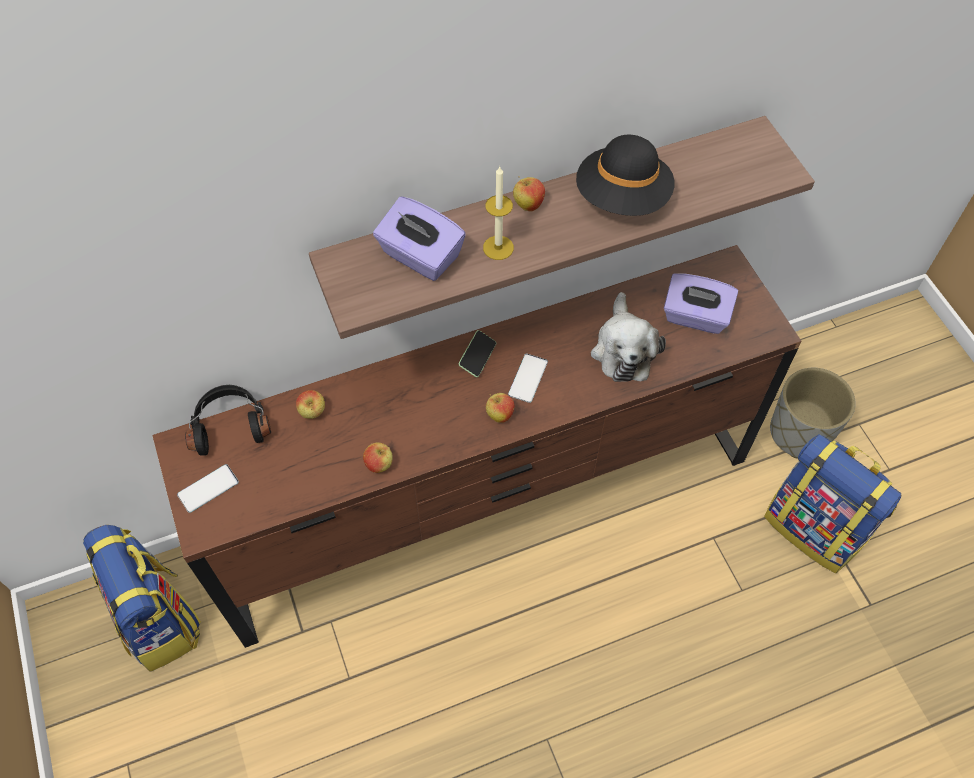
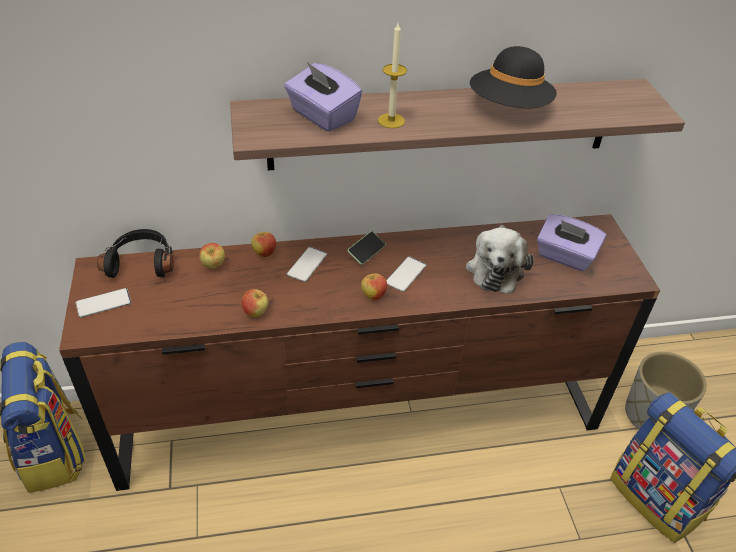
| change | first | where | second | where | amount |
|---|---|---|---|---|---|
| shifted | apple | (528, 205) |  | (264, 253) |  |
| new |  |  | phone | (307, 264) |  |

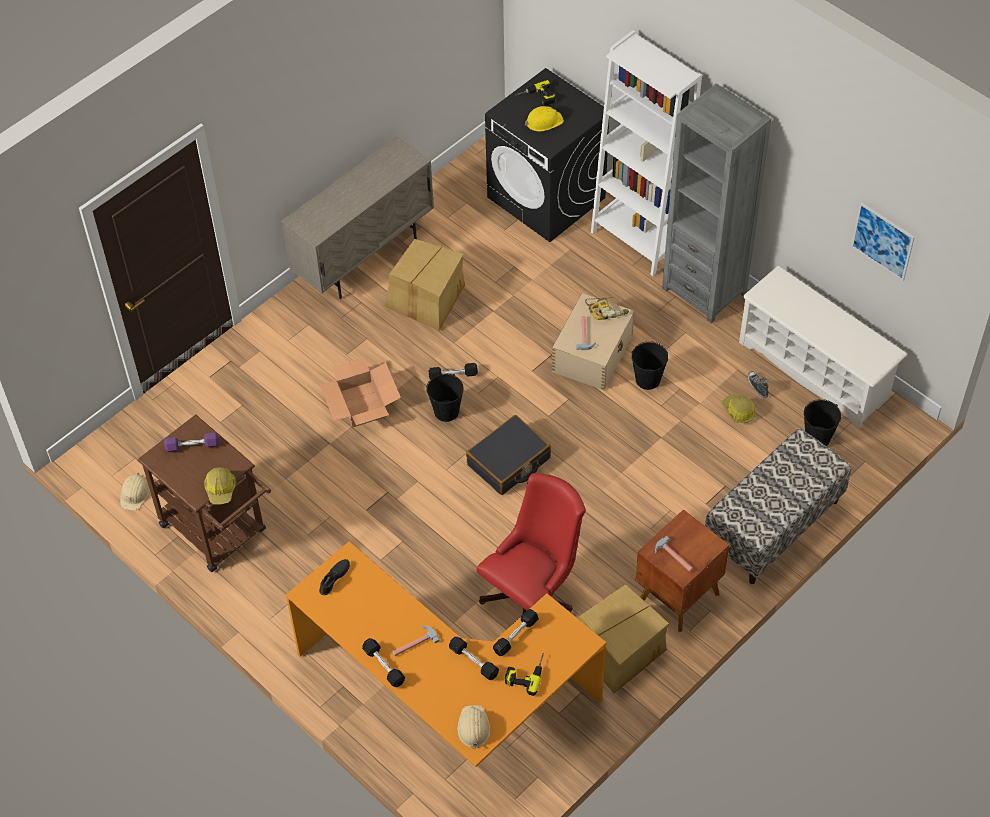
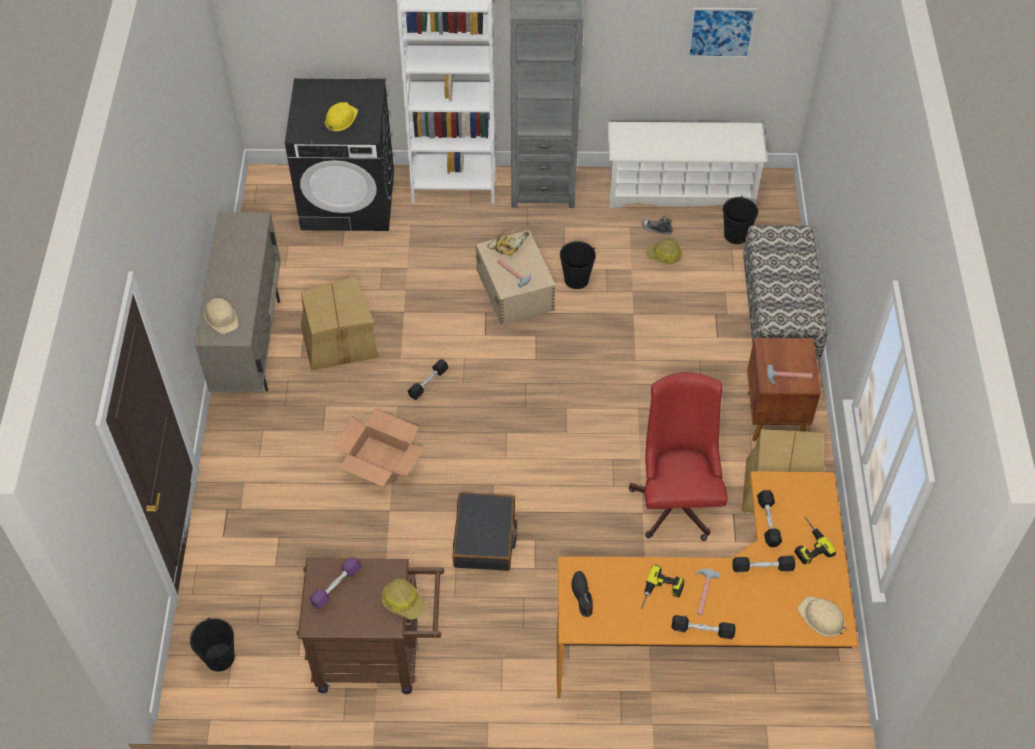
| change | first | where | second | where | amount |
|---|---|---|---|---|---|
| shifted | hard hat (beige) | (135, 493) |  | (221, 317) |  |
| shifted | bucket (black) | (446, 411) |  | (220, 657) |  |
| shifted | suitcase (black) | (509, 462) |  | (485, 538) |  |
| shifted | power drill | (536, 98) |  | (661, 593) |  |

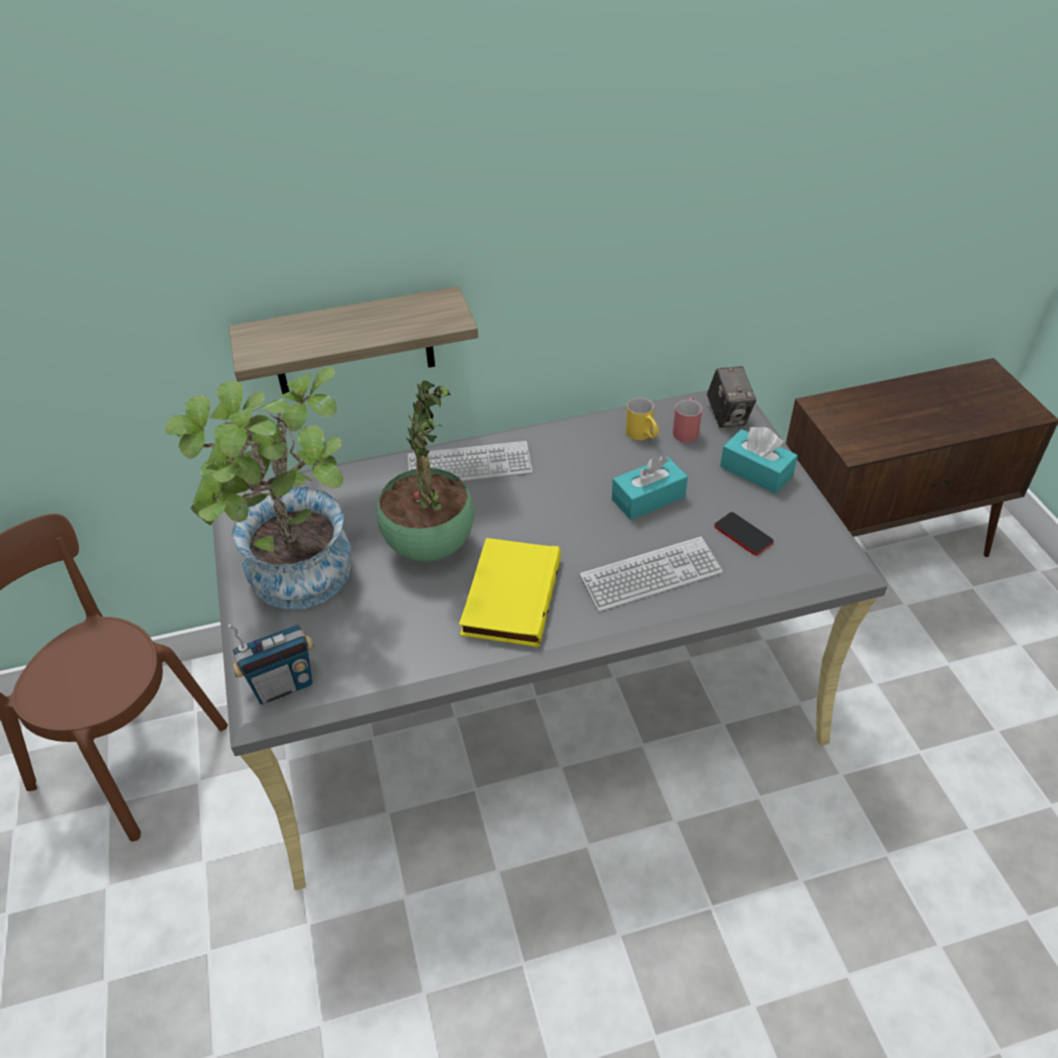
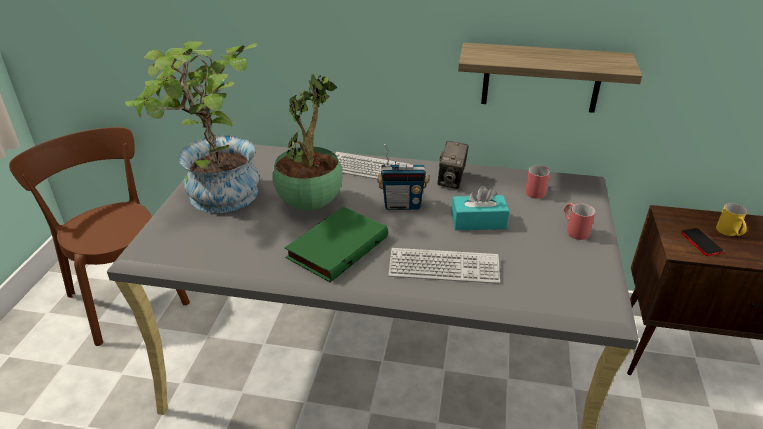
| change | first | where | second | where | amount |
|---|---|---|---|---|---|
| shifted | radio | (283, 685) |  | (402, 205) |  |
| shifted | shelf | (353, 343) |  | (541, 78) |  |
| repainted | book (yellow) | (509, 595) | book (green) | (336, 246) |  |
| shifted | mug (yellow) | (643, 436) |  | (729, 233) |  |
| shifted | photo camera | (728, 416) |  | (451, 180) |  |
| shifted | phone | (743, 534) |  | (701, 242) |  |
| swapped | tissue box (turquoise) | (756, 471) | mug (red) | (574, 229) |  |

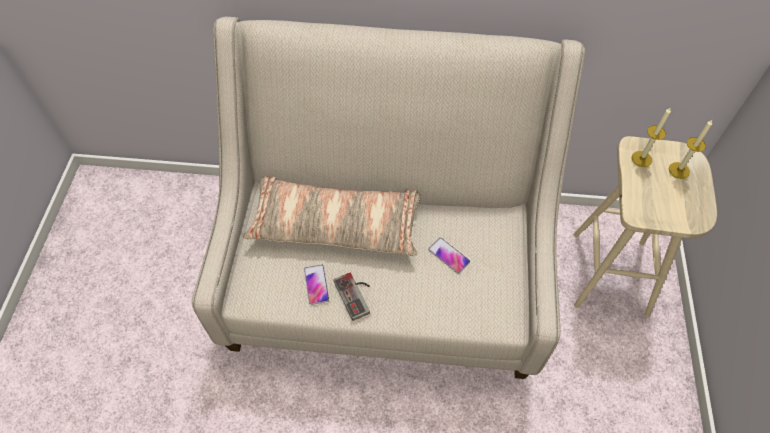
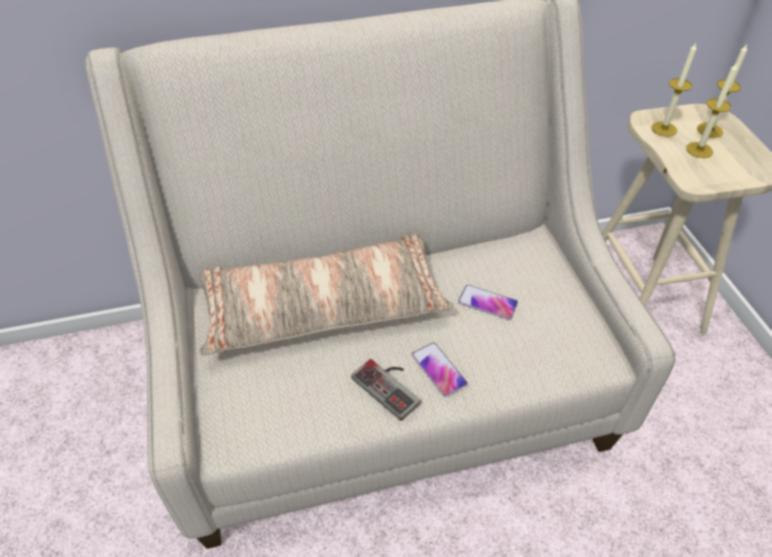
| change | first | where | second | where | amount |
|---|---|---|---|---|---|
| shifted | phone | (316, 284) |  | (439, 370) |  |
| new |  |  | candle | (699, 150) |  |

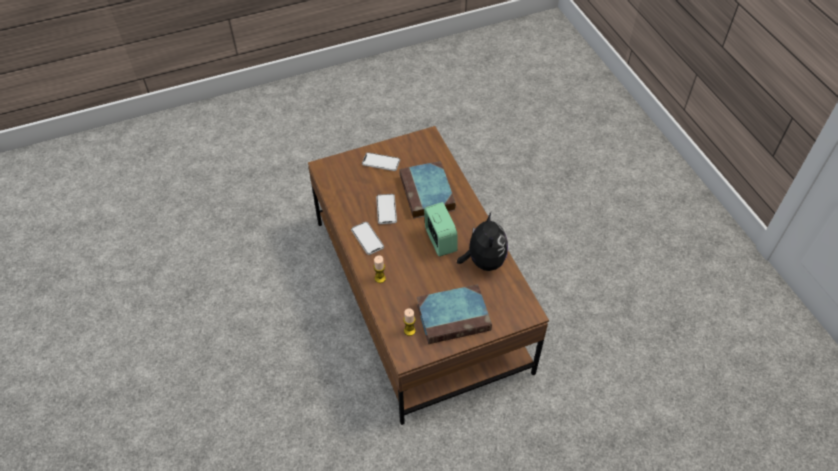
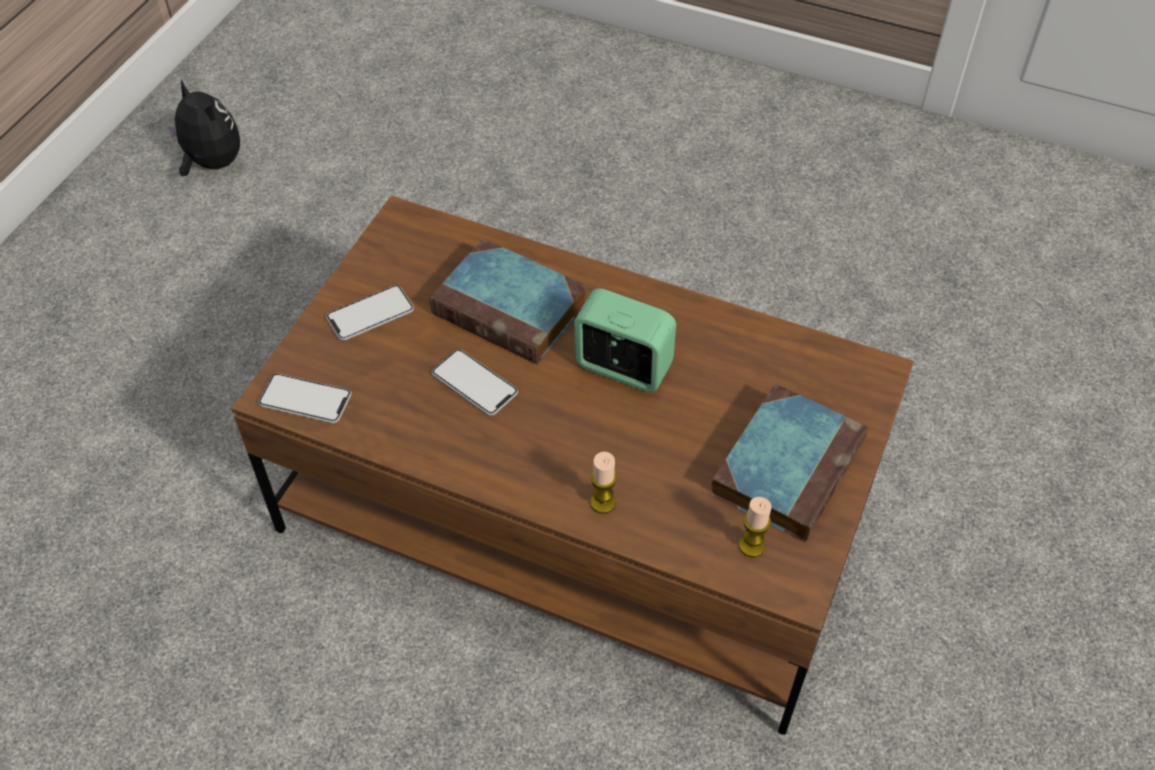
| change | first | where | second | where | amount |
|---|---|---|---|---|---|
| shifted | phone | (367, 238) |  | (305, 399) |  |
| shifted | plush toy | (483, 261) |  | (211, 163) |  |

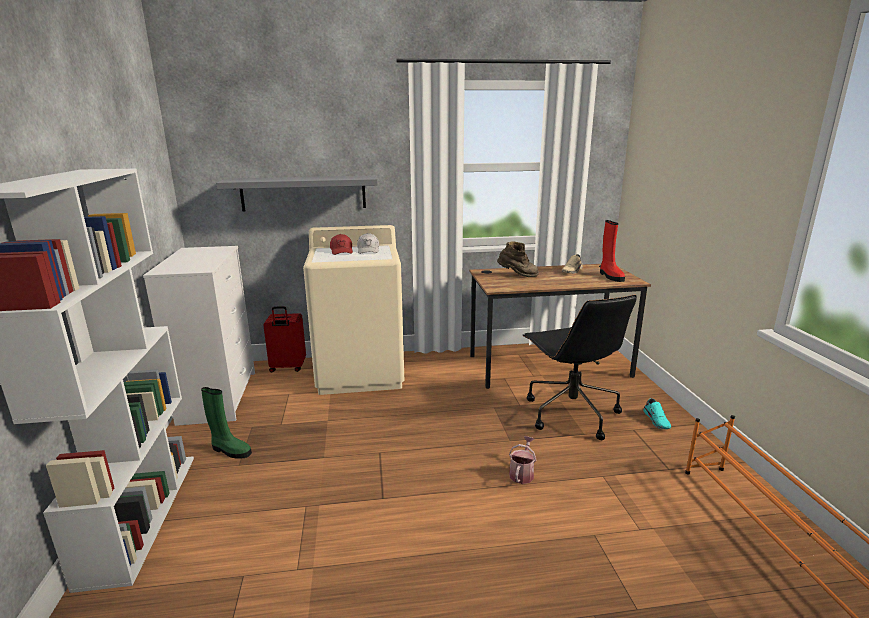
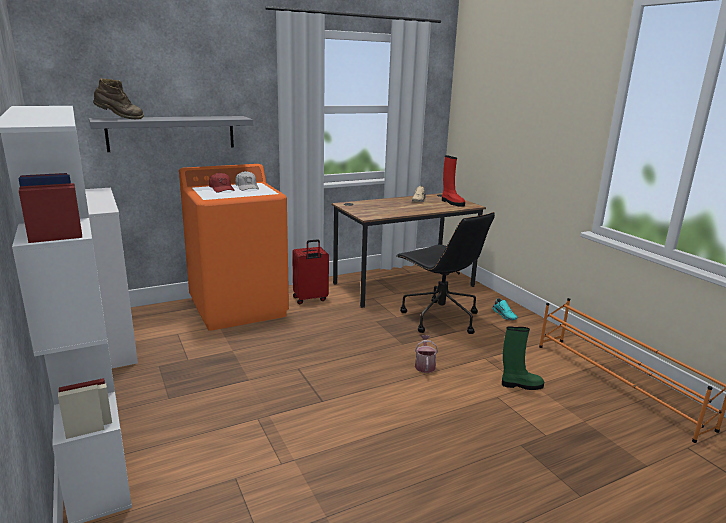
| change | first | where | second | where | amount |
|---|---|---|---|---|---|
| shifted | boot (green) | (230, 451) |  | (520, 385) |  |
| shifted | suitcase (red) | (287, 368) |  | (310, 299) |  |
| repainted | washing machine (beige) | (361, 372) | washing machine (orange) | (239, 307) |  |
| shifted | boot (brown) | (517, 275) |  | (119, 118) |  |

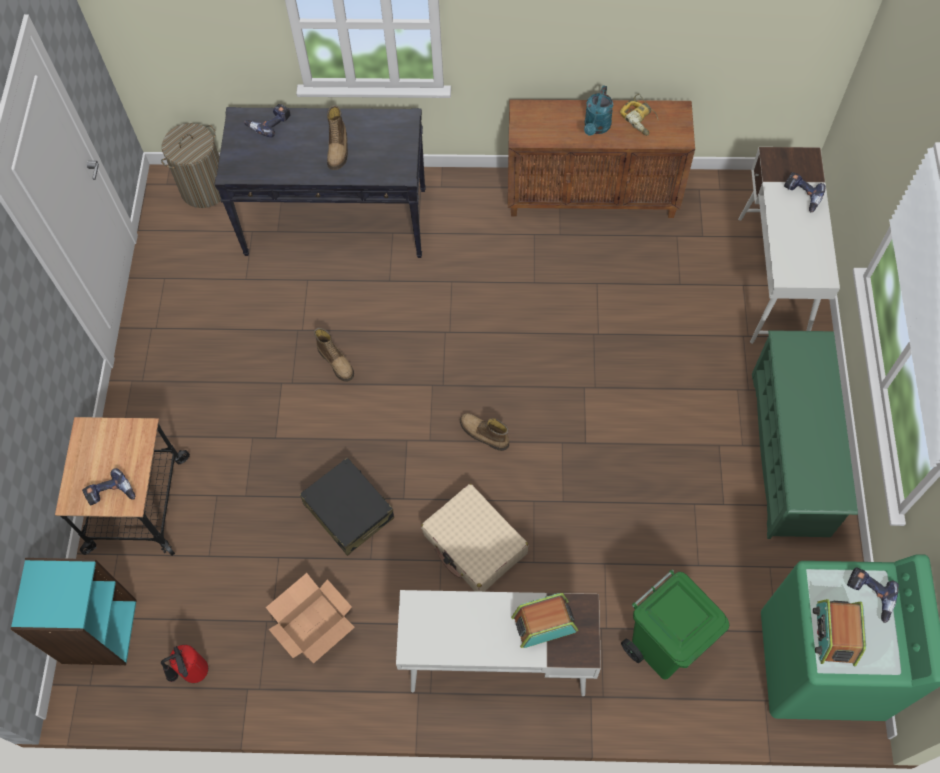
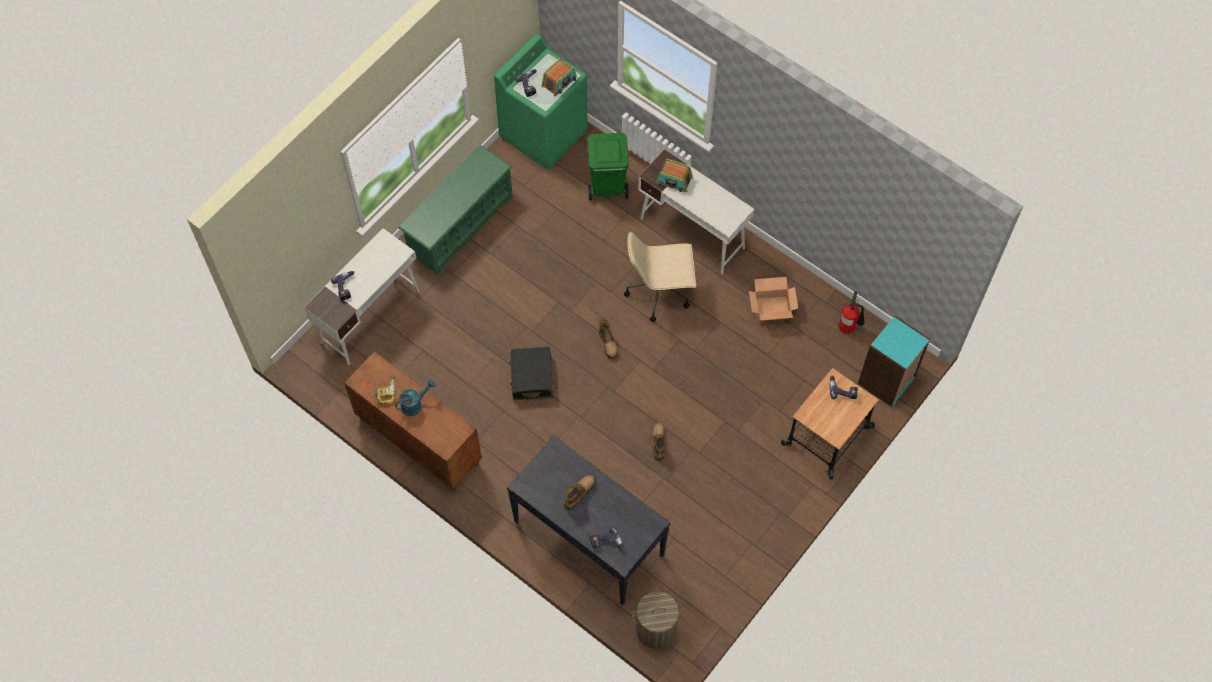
| change | first | where | second | where | amount |
|---|---|---|---|---|---|
| shifted | suitcase (black) | (348, 511) |  | (532, 378) |  |
| swapped | suitcase (beige) | (475, 544) | office chair (beige) | (660, 292) |  |

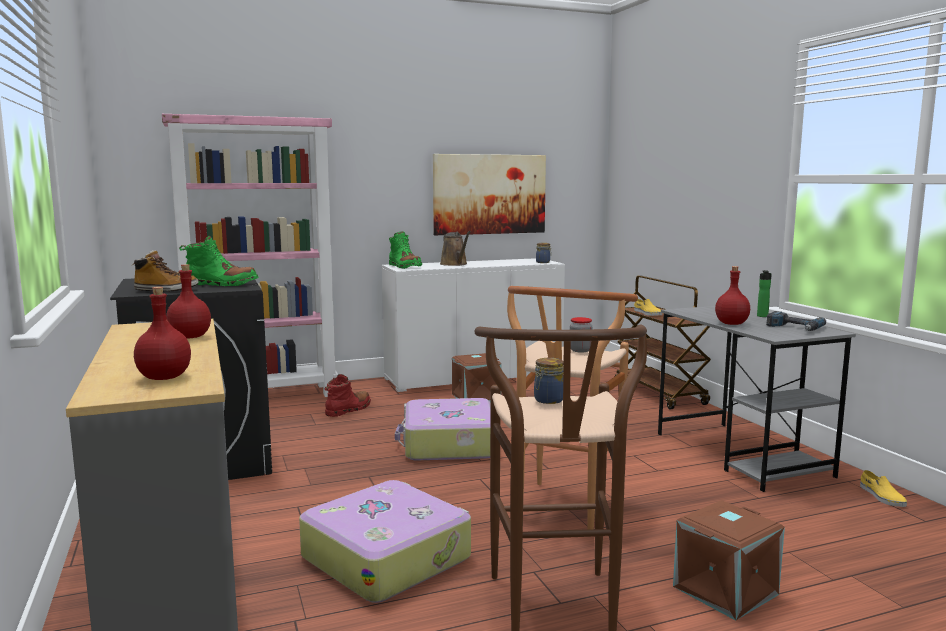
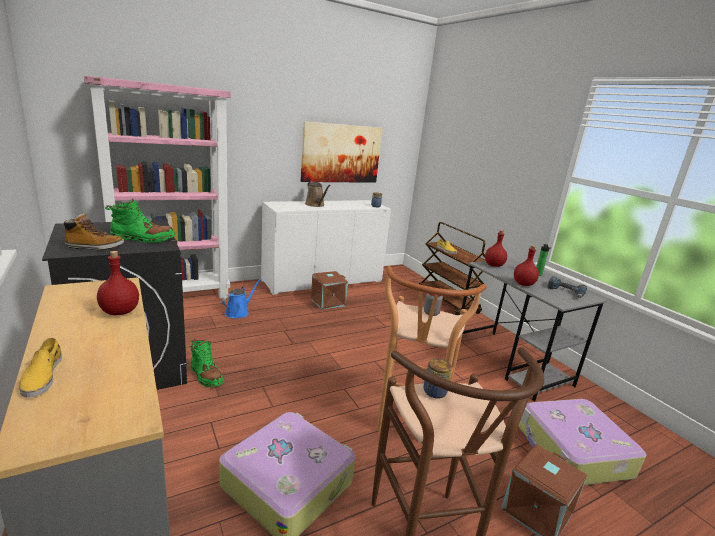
| change | first | where | second | where | amount |
|---|---|---|---|---|---|
| shifted | bottle (red) | (165, 377) |  | (493, 265) |  |
| swapped | boot (red) | (348, 410) | watering can (blue) | (239, 312) |  |
| shifted | boot (green) | (404, 267) |  | (206, 375) |  |
| shifted | suitcase | (448, 444) |  | (572, 452) |  |
| shifted | shoe (yellow) | (881, 496) |  | (42, 376) |  |

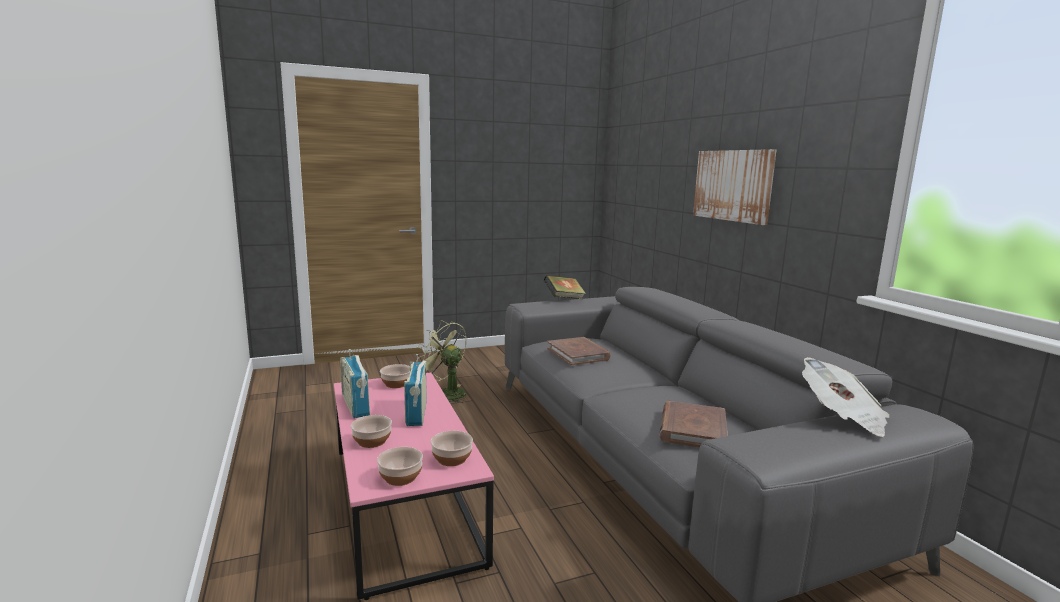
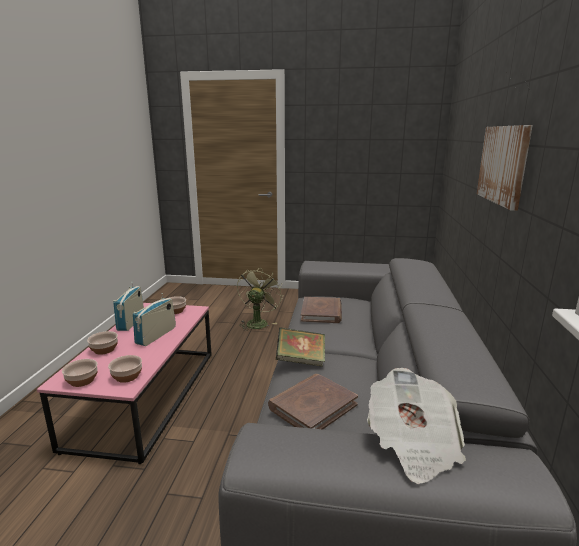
| change | first | where | second | where | amount |
|---|---|---|---|---|---|
| rotated | fan (green) | (446, 393) |  | (258, 322) | 45 degrees clockwise |
| shifted | book | (564, 299) |  | (301, 360) |  |

